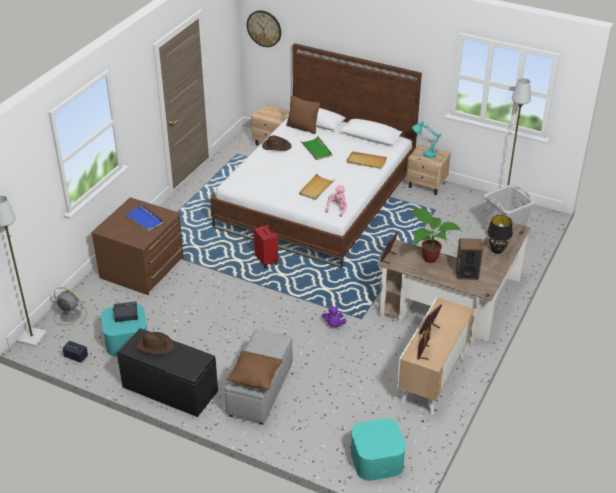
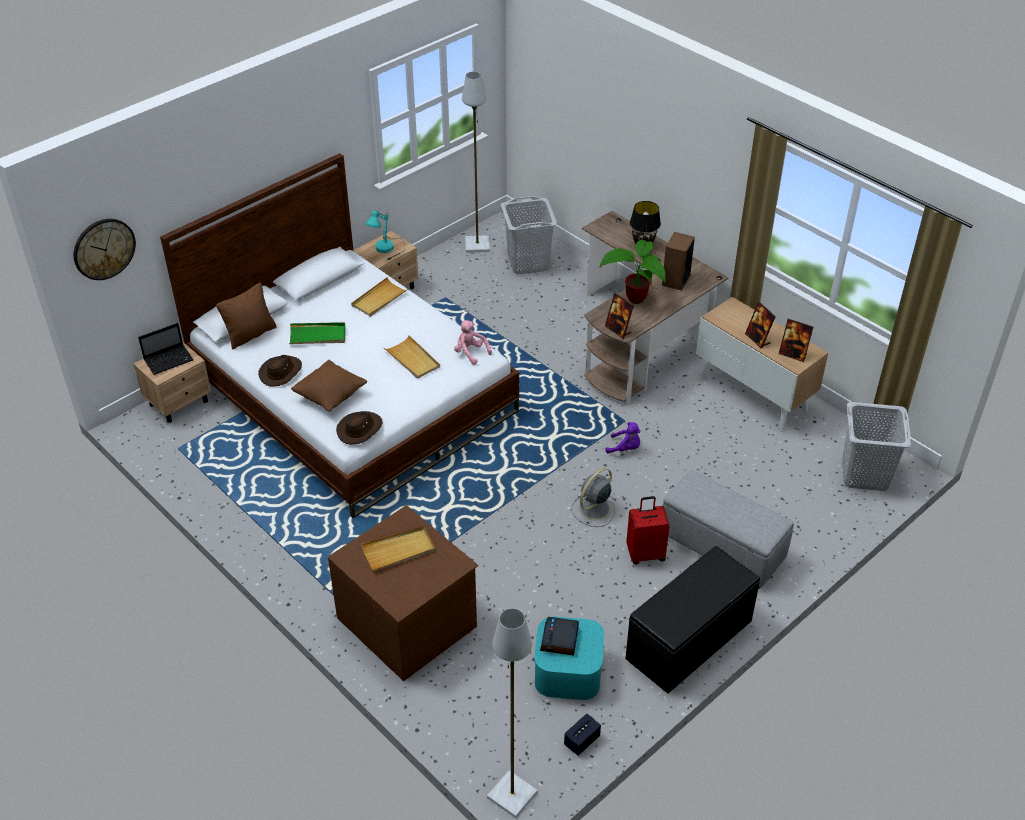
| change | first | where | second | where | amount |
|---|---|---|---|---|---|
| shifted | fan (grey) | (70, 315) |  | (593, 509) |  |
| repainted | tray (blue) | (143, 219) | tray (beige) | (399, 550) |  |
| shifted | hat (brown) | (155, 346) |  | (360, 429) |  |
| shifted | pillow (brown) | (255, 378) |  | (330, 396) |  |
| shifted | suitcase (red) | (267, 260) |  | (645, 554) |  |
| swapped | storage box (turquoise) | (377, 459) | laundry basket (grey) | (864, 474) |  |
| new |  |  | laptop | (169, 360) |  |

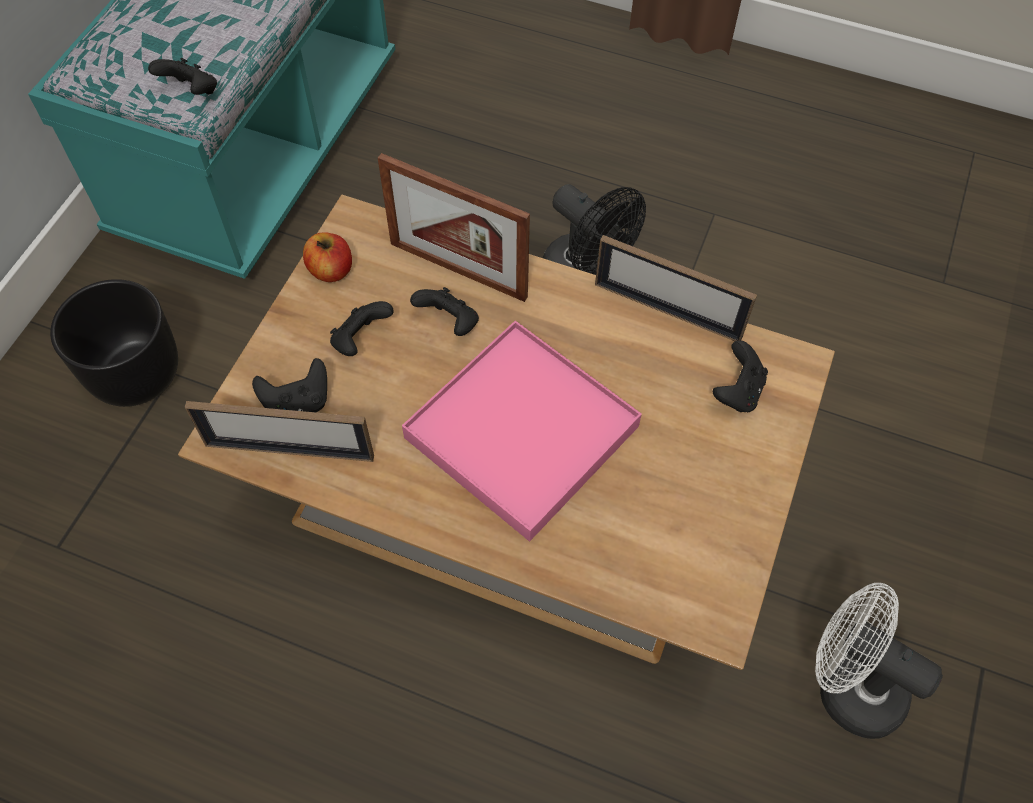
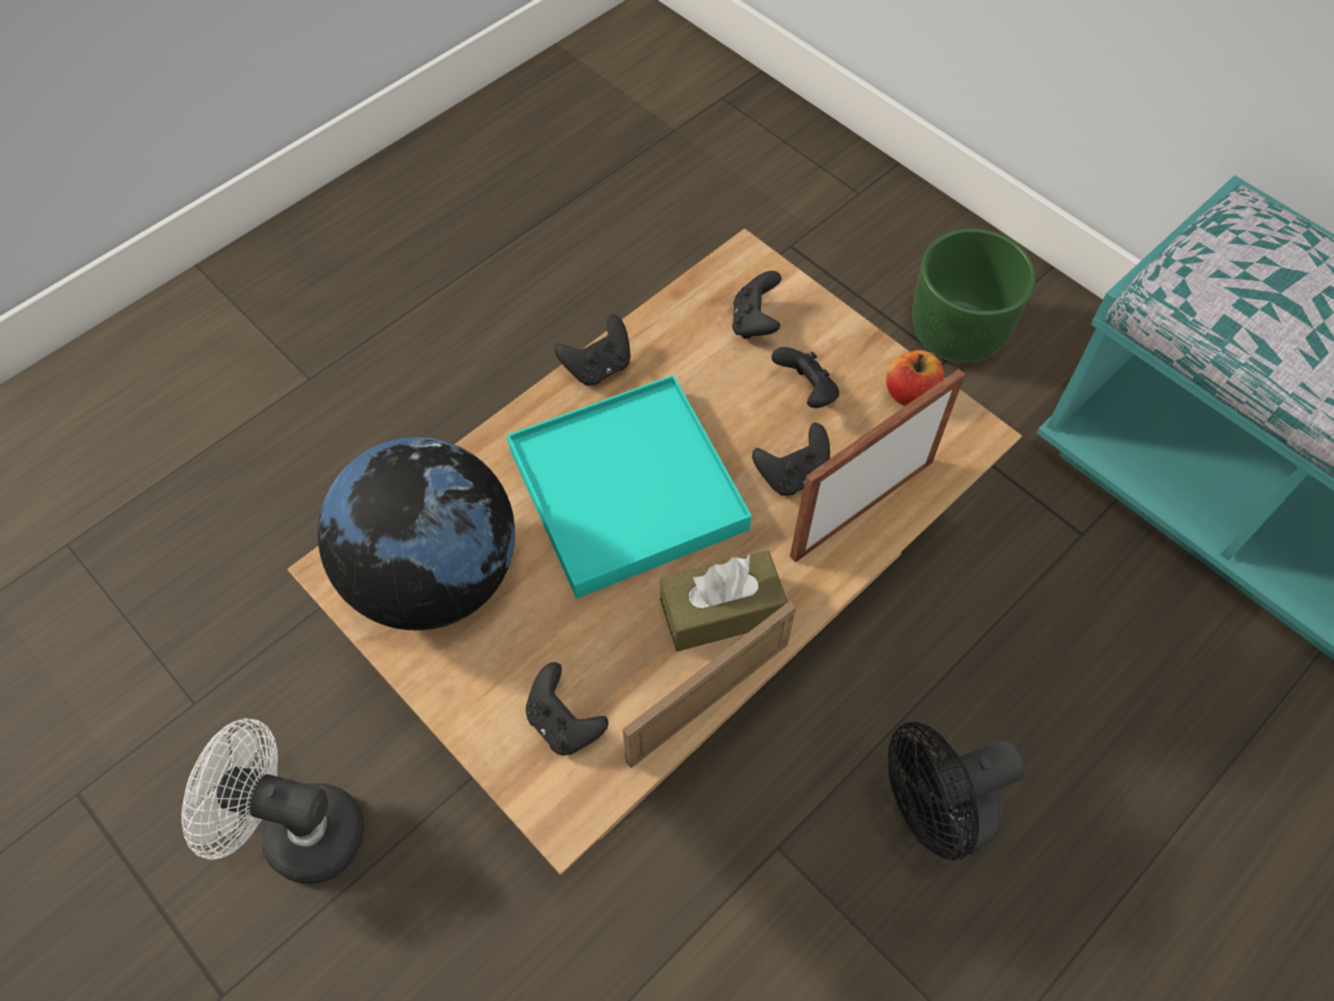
| change | first | where | second | where | amount |
|---|---|---|---|---|---|
| repainted | planter (black) | (135, 372) | planter (green) | (958, 332) |  |
| shifted | game controller (black) | (192, 92) |  | (598, 367) |  |
| gone | picture frame | (289, 450) |  |  |  |
| repainted | tray (pink) | (522, 432) | tray (turquoise) | (627, 490) |  |
| rotated | fan (white) | (847, 686) |  | (298, 831) | 135 degrees counterclockwise |
| new |  |  | globe | (435, 576) |  |
| new |  |  | tissue box (brown) | (721, 611) |  |

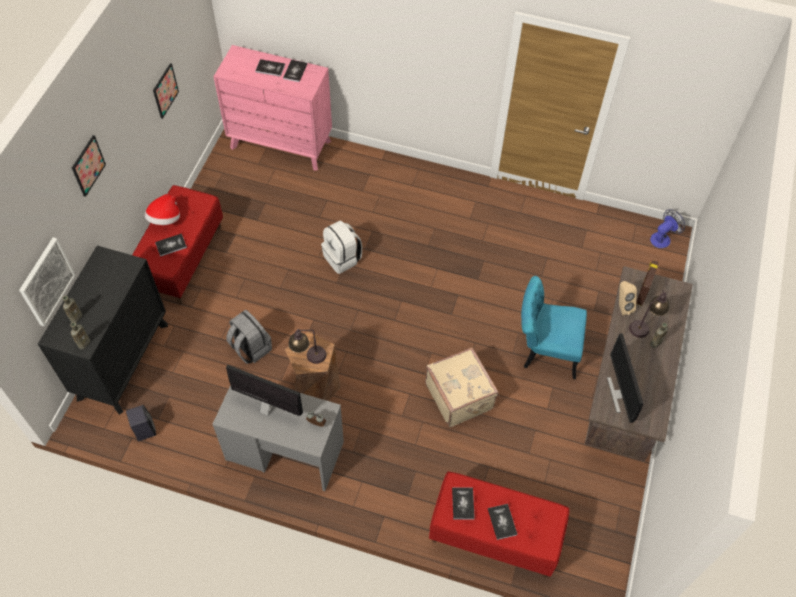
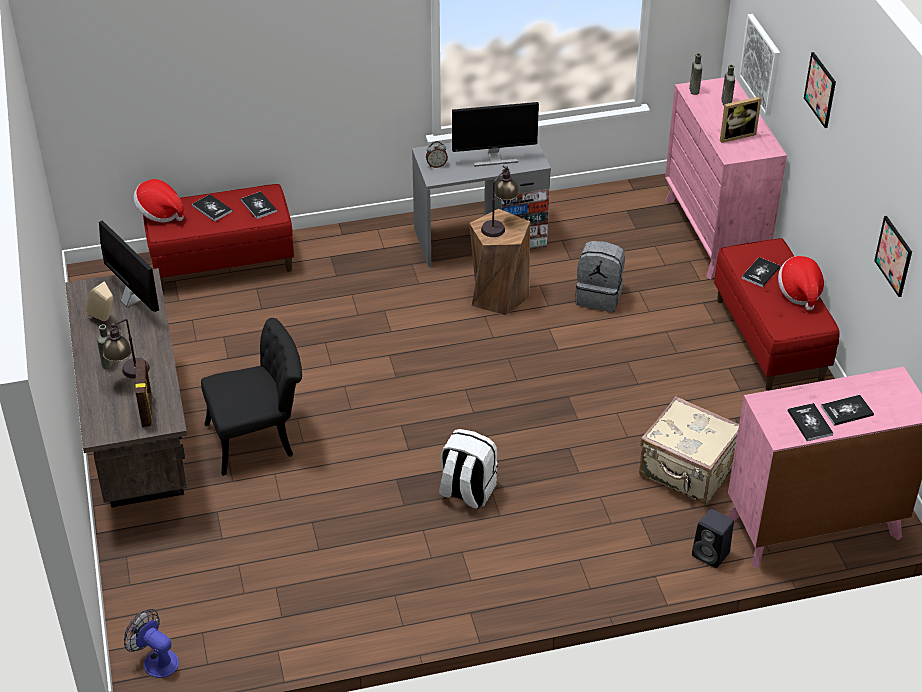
| change | first | where | second | where | amount |
|---|---|---|---|---|---|
| repainted | dresser (black) | (123, 361) | dresser (pink) | (714, 233) |  |
| shifted | speaker (black) | (144, 429) |  | (711, 554) |  |
| shifted | backpack (white) | (342, 258) |  | (467, 491) |  |
| shifted | suitcase (beige) | (460, 395) |  | (687, 471) |  |
| repainted | chair (turquoise) | (544, 350) | chair (black) | (259, 438) |  |
| shifted | speaker (beige) | (622, 306) |  | (104, 320) |  |
| rotated | fan | (663, 238) |  | (156, 660) | 105 degrees clockwise |
| new |  |  | hat | (160, 213) |  |
| new |  |  | picture frame | (735, 135) |  |

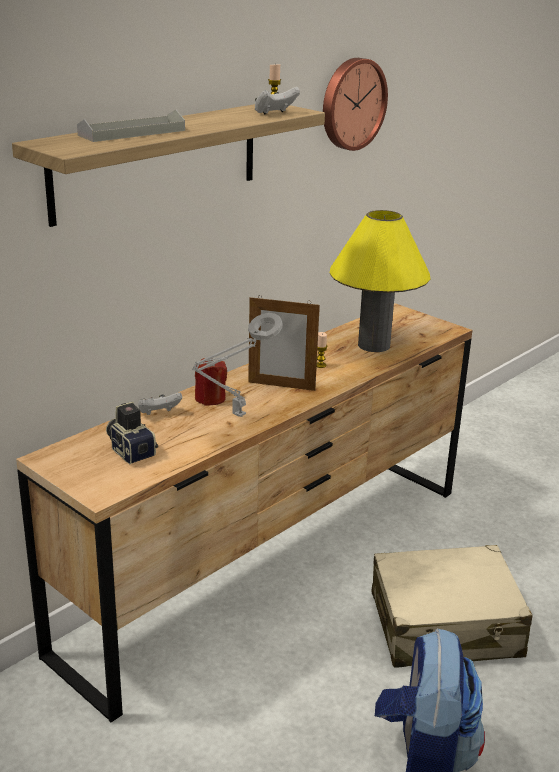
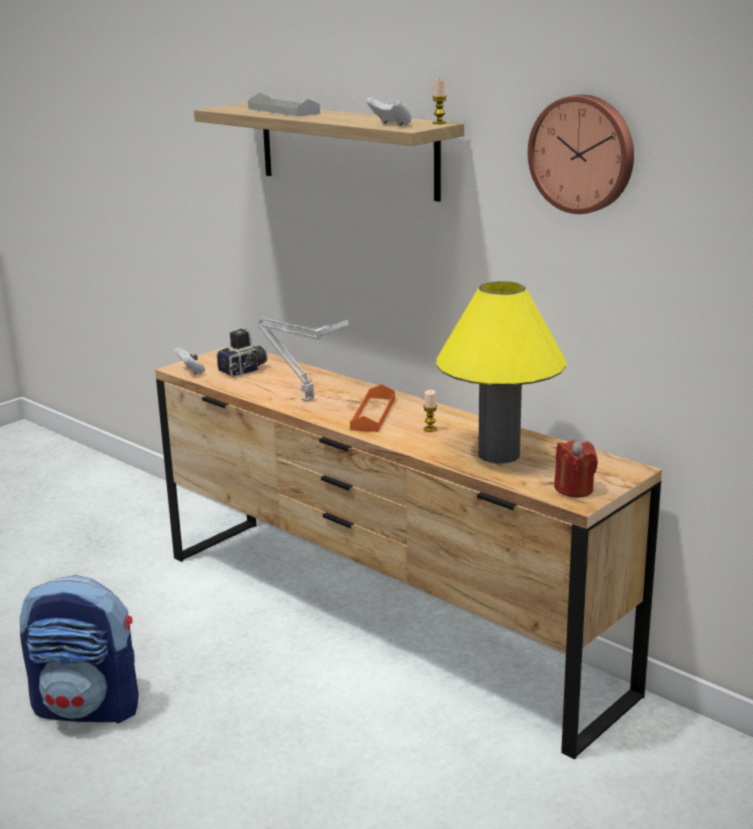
| change | first | where | second | where | amount |
|---|---|---|---|---|---|
| shifted | game controller (white) | (159, 413) |  | (191, 371) |  |
| shifted | candle (red) | (210, 398) |  | (574, 489) |  |
| swapped | picture frame | (281, 386) | tray (orange) | (373, 414) |  |
| gone | suitcase (beige) | (445, 626) |  |  |  |

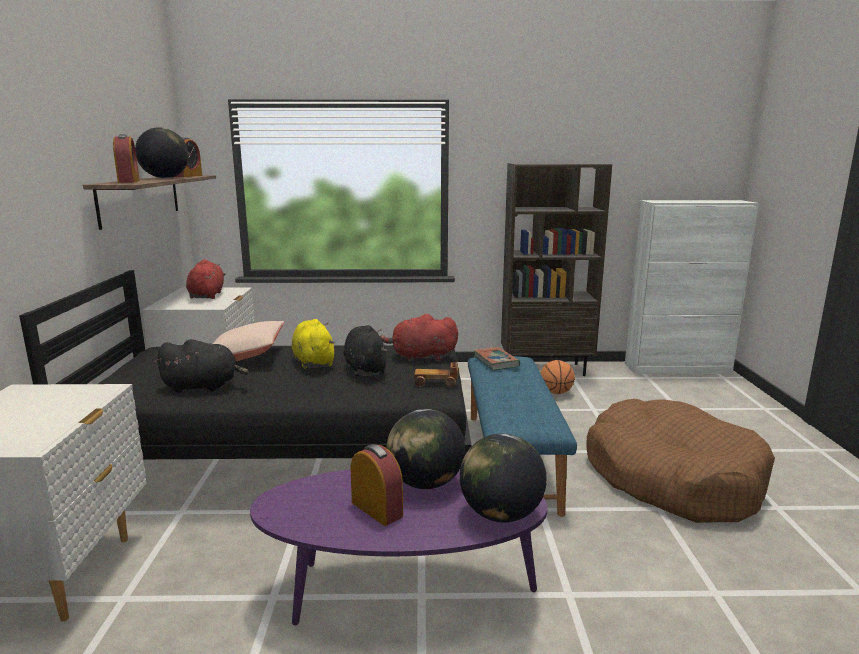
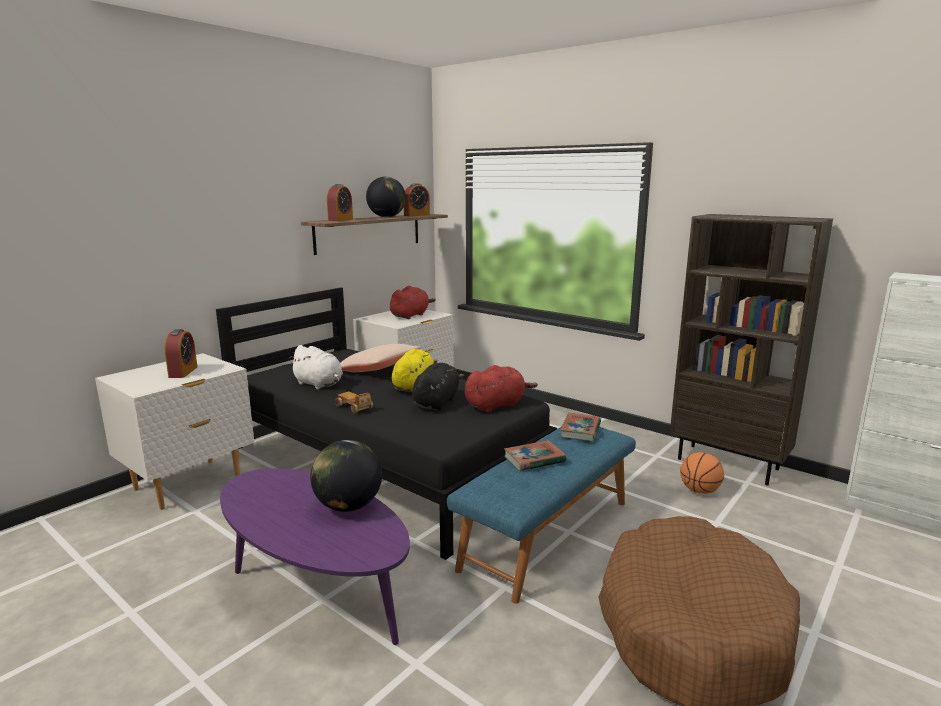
| change | first | where | second | where | amount |
|---|---|---|---|---|---|
| repainted | plush toy (black) | (204, 387) | plush toy (white) | (319, 384) |  |
| shifted | alarm clock | (377, 509) |  | (183, 372) |  |
| rotated | plush toy (red) | (421, 357) |  | (496, 405) | 105 degrees clockwise |
| shifted | toy car | (436, 383) |  | (354, 407) |  |
| gone | globe | (501, 514) |  |  |  |
| new |  |  | book | (534, 459) |  |

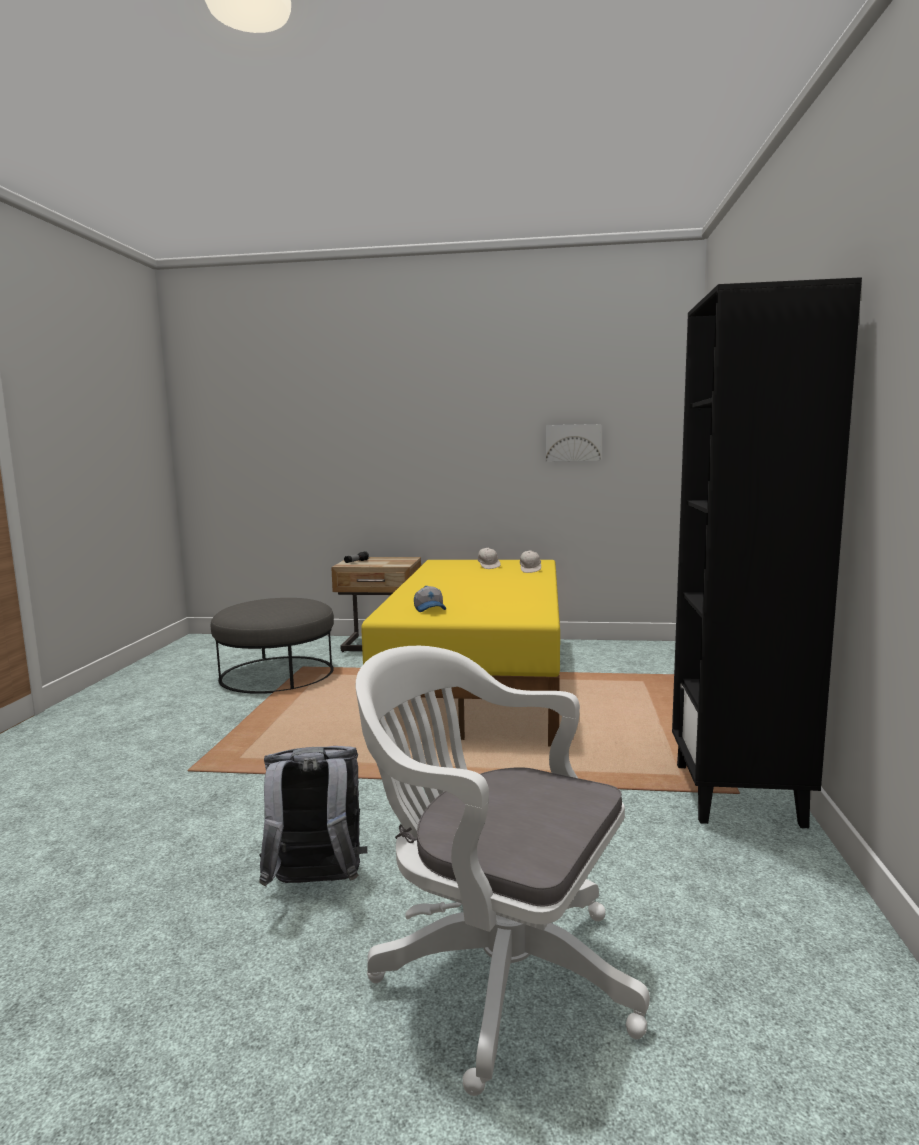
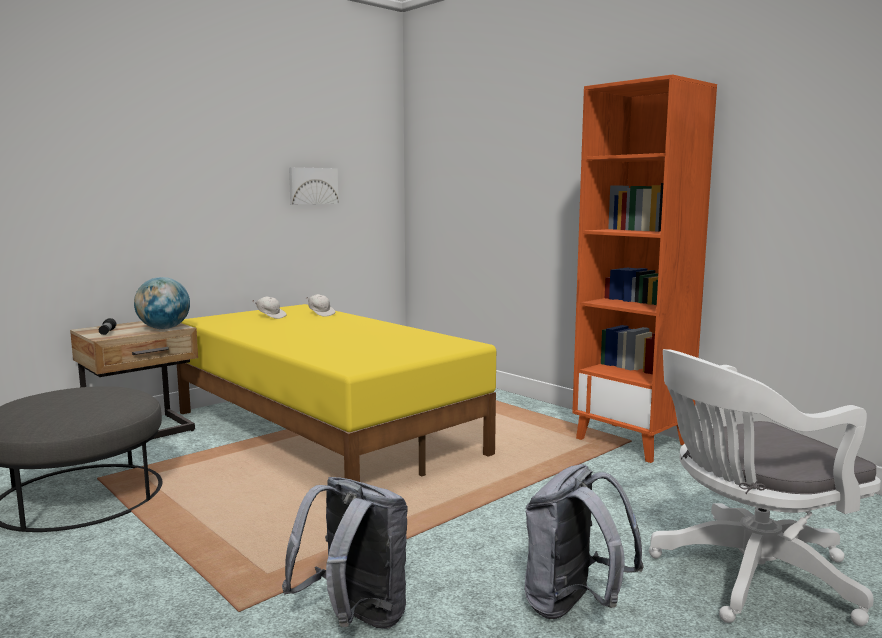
| change | first | where | second | where | amount |
|---|---|---|---|---|---|
| gone | cap | (430, 609) |  |  |  |
| repainted | bookcase (black) | (738, 795) | bookcase (orange) | (632, 442) |  |
| new |  |  | globe | (164, 328) |  |
| new |  |  | backpack (grey) | (355, 620) |  |

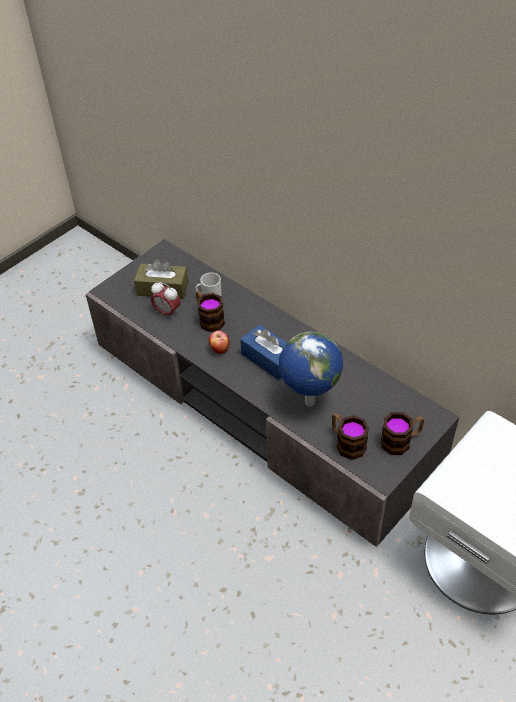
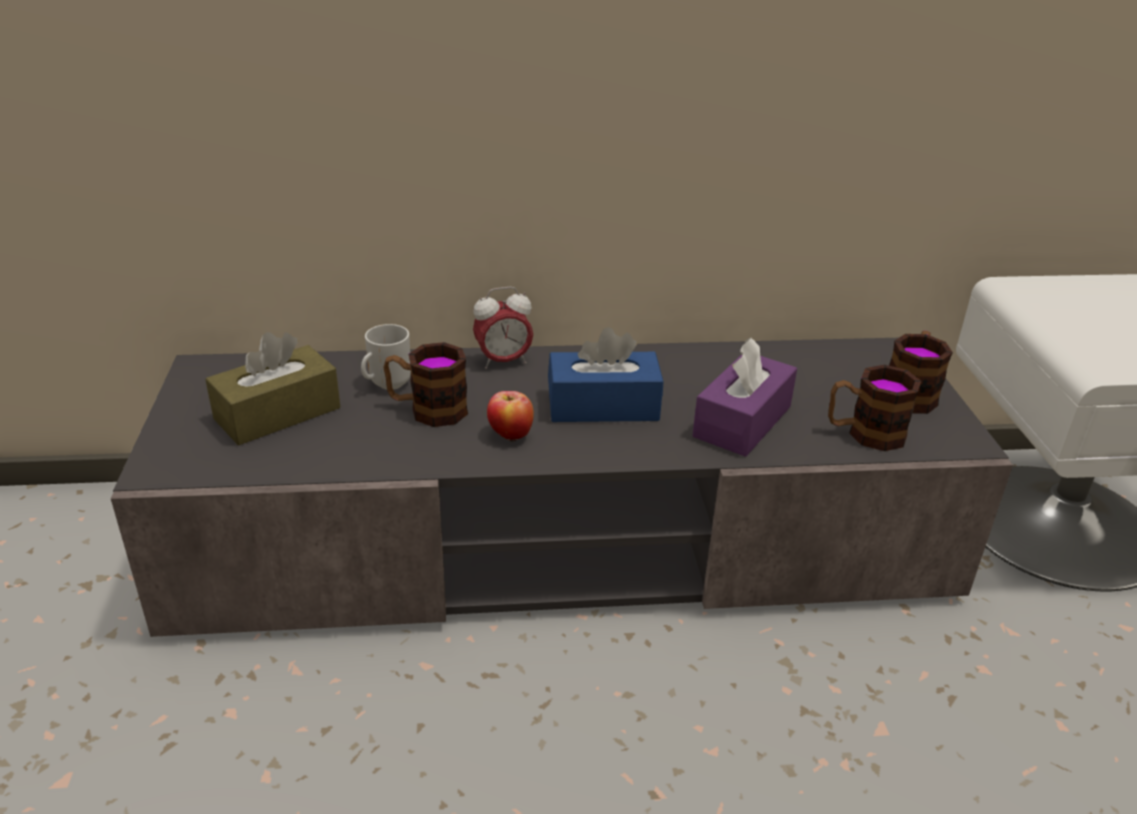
| change | first | where | second | where | amount |
|---|---|---|---|---|---|
| shifted | alarm clock | (167, 312) |  | (503, 361) |  |
| swapped | globe | (308, 403) | tissue box (purple) | (742, 421) |  |

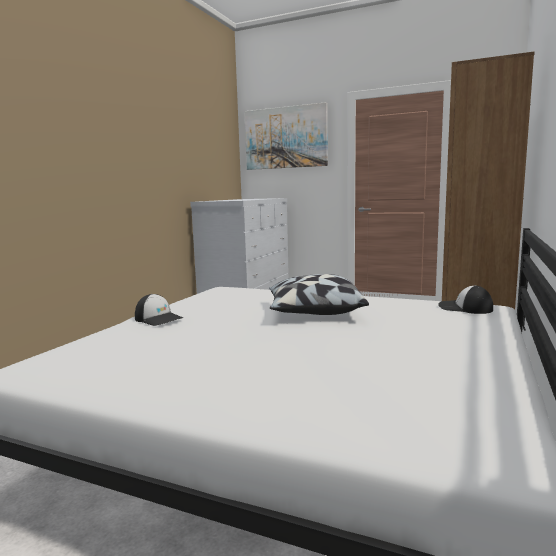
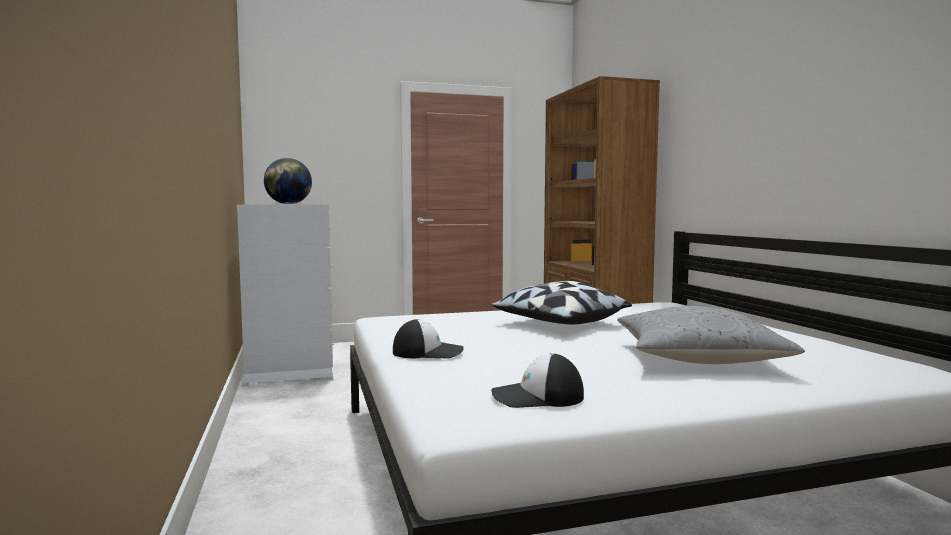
| change | first | where | second | where | amount |
|---|---|---|---|---|---|
| gone | picture | (285, 138) |  |  |  |
| shifted | cap | (465, 308) |  | (537, 397) |  |
| new |  |  | globe | (288, 204) |  |
| new |  |  | pillow (grey) | (698, 358) |  |

